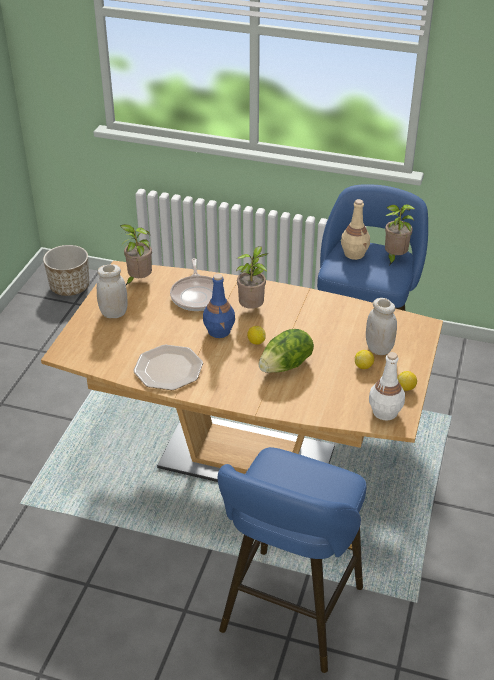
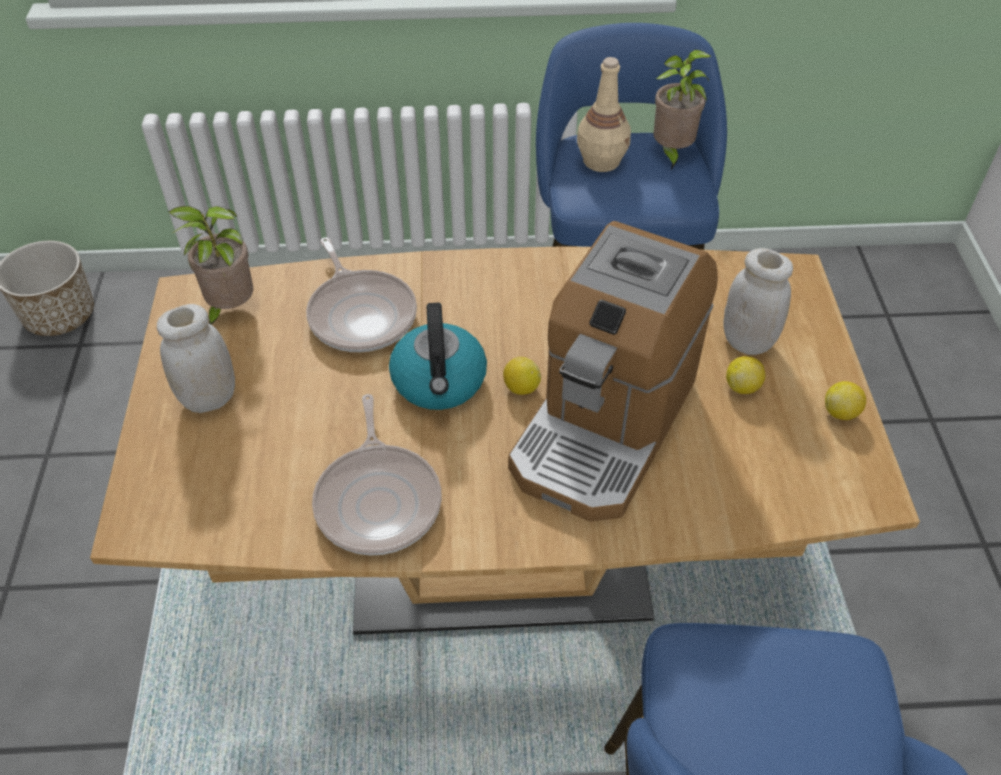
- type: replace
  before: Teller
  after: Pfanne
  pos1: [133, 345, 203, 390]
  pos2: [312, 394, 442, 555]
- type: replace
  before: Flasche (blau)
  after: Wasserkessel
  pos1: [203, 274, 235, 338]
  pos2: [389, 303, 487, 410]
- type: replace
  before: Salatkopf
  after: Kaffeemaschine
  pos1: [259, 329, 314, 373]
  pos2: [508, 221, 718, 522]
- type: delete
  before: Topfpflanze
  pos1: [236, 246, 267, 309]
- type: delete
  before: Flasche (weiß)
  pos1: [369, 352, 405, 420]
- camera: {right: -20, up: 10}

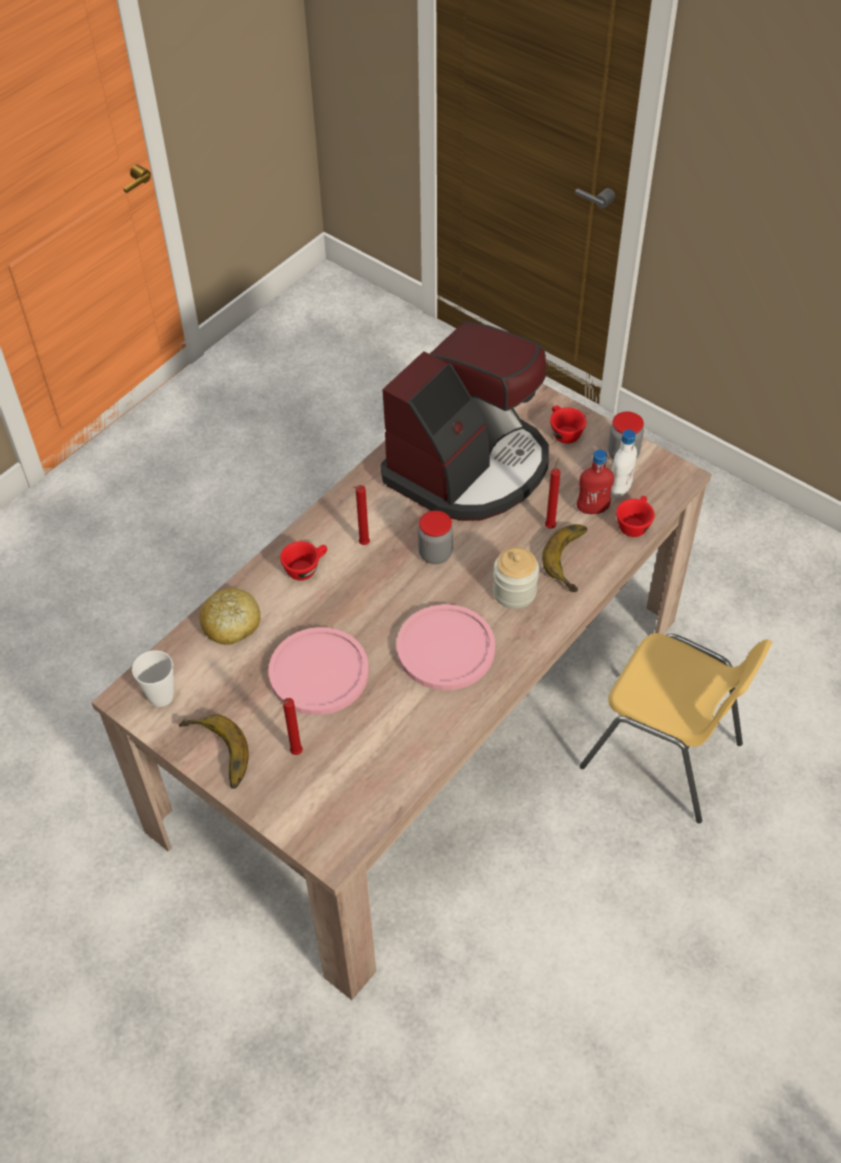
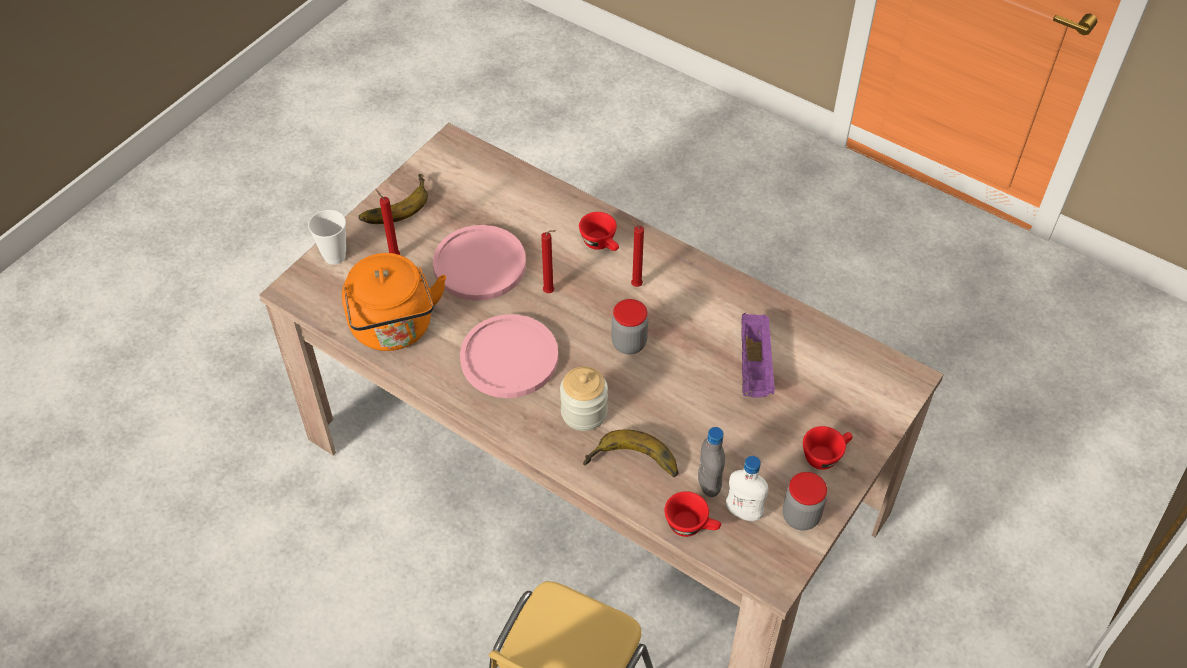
- type: move
  before: Tasse
  pos1: [132, 650, 174, 707]
  pos2: [308, 210, 346, 265]
- type: insert
  after: Wasserkessel (orange)
  pos2: [342, 253, 446, 351]
- type: move
  before: Kerze (rot)
  pos1: [545, 458, 561, 529]
  pos2: [541, 230, 556, 293]
- type: recolor
  before: Flasche (rot)
  after: Flasche (grau)
  pos1: [577, 450, 614, 514]
  pos2: [698, 427, 725, 497]
- type: replace
  before: Kaffeemaschine
  after: Tablett (lila)
  pos1: [381, 321, 549, 521]
  pos2: [741, 313, 775, 398]
- type: delete
  before: Brot
  pos1: [199, 588, 260, 645]
- camera: {right: 85, up: 0}

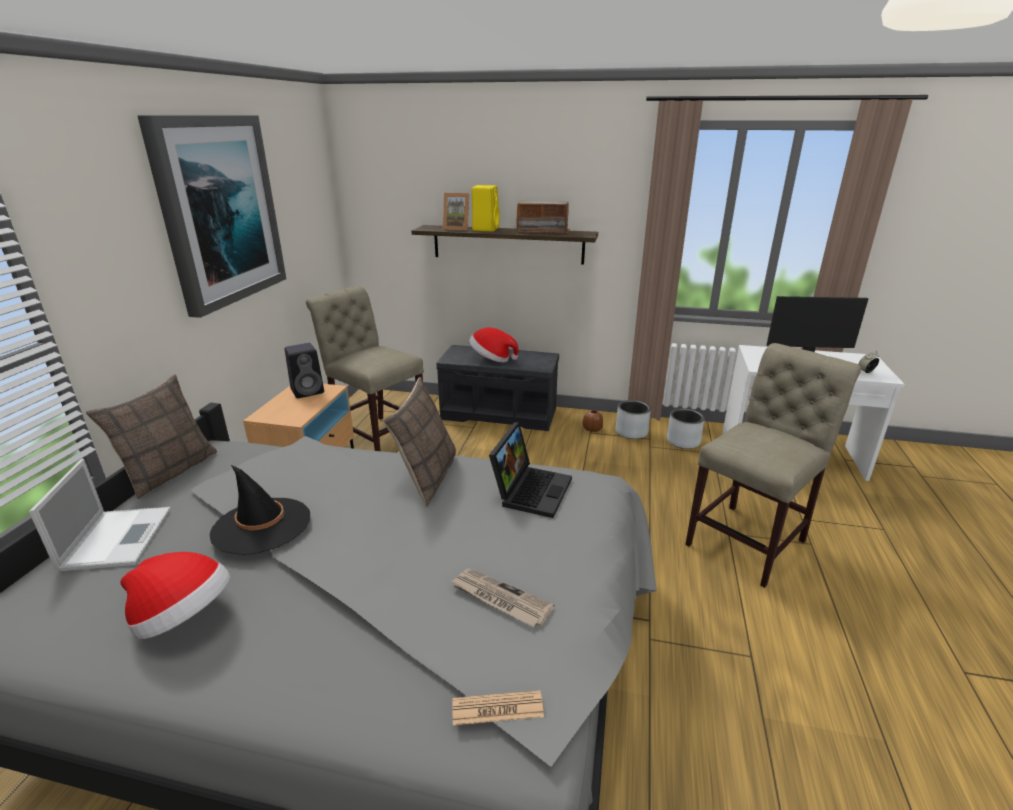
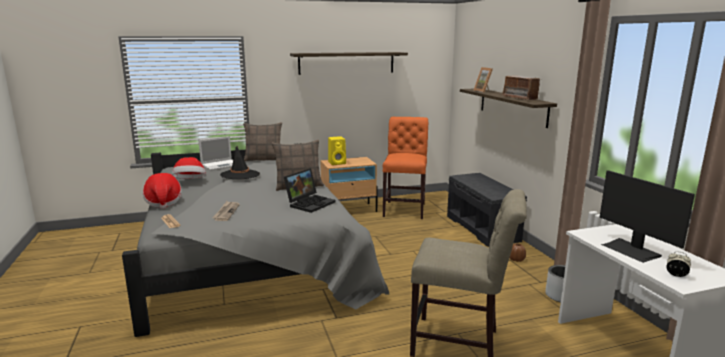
- type: move
  before: Hut
  pos1: [469, 327, 518, 363]
  pos2: [143, 173, 182, 209]
- type: rotate
  before: Laptop
  pos1: [489, 422, 572, 518]
  pos2: [284, 168, 335, 213]
  turn: -45
- type: replace
  before: Bild
  after: Wandregal
  pos1: [138, 115, 286, 318]
  pos2: [290, 52, 408, 75]
- type: move
  before: Lautsprecher (gelb)
  pos1: [472, 185, 500, 232]
  pos2: [328, 136, 346, 165]
- type: recolor
  before: Stuhl (beige)
  after: Stuhl (orange)
  pos1: [306, 286, 424, 451]
  pos2: [383, 117, 428, 219]
- type: delete
  before: Lautsprecher (schwarz)
  pos1: [285, 343, 324, 398]
- type: delete
  before: Pflanzkübel (grau)
  pos1: [616, 400, 651, 439]
- camera: {right: 60, up: -10}

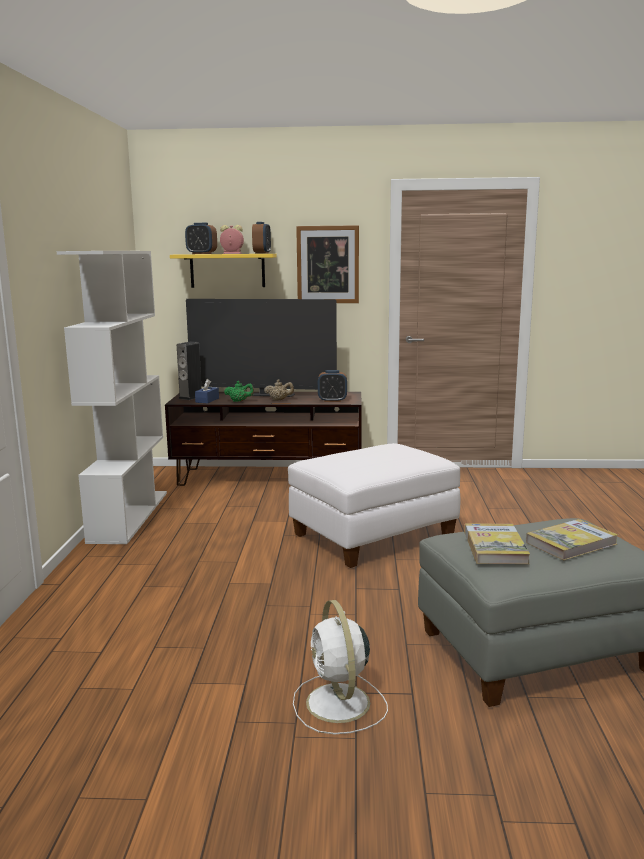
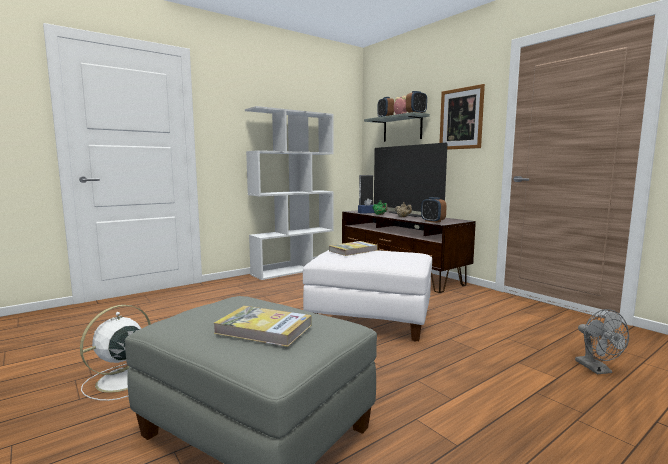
- type: move
  before: Buch
  pos1: [465, 523, 530, 564]
  pos2: [329, 241, 378, 256]
- type: recolor
  before: Wandregal (gelb)
  after: Wandregal (grau)
  pos1: [170, 254, 277, 288]
  pos2: [364, 112, 430, 142]
- type: insert
  after: Ventilator (grau)
  pos2: [575, 309, 629, 374]
- camera: {right: 50, up: -5}

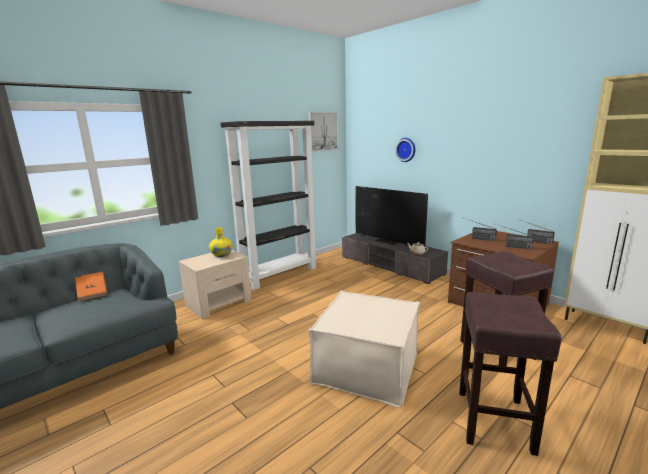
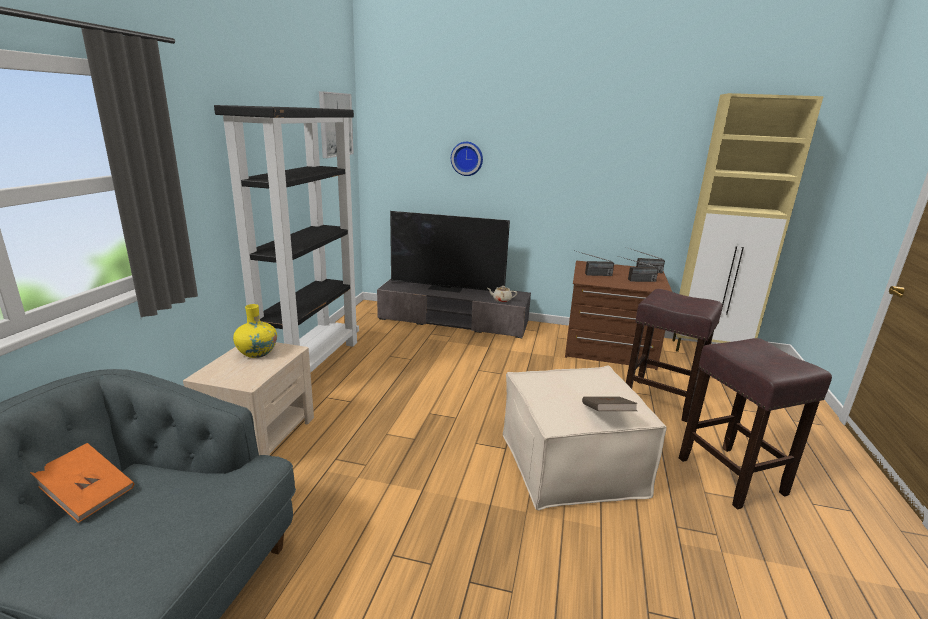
- type: insert
  after: Buch (braun)
  pos2: [582, 397, 637, 411]
- camera: {right: -35, up: 5}

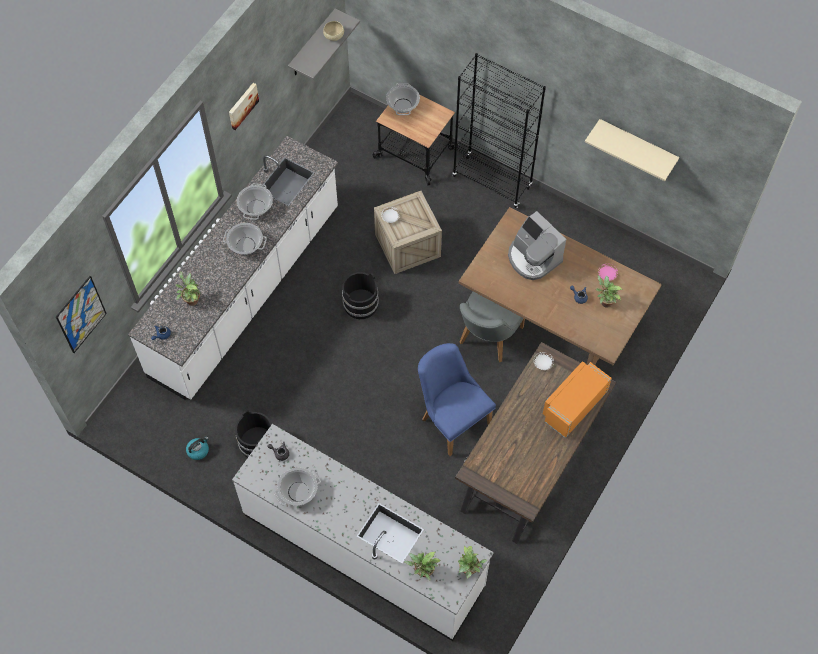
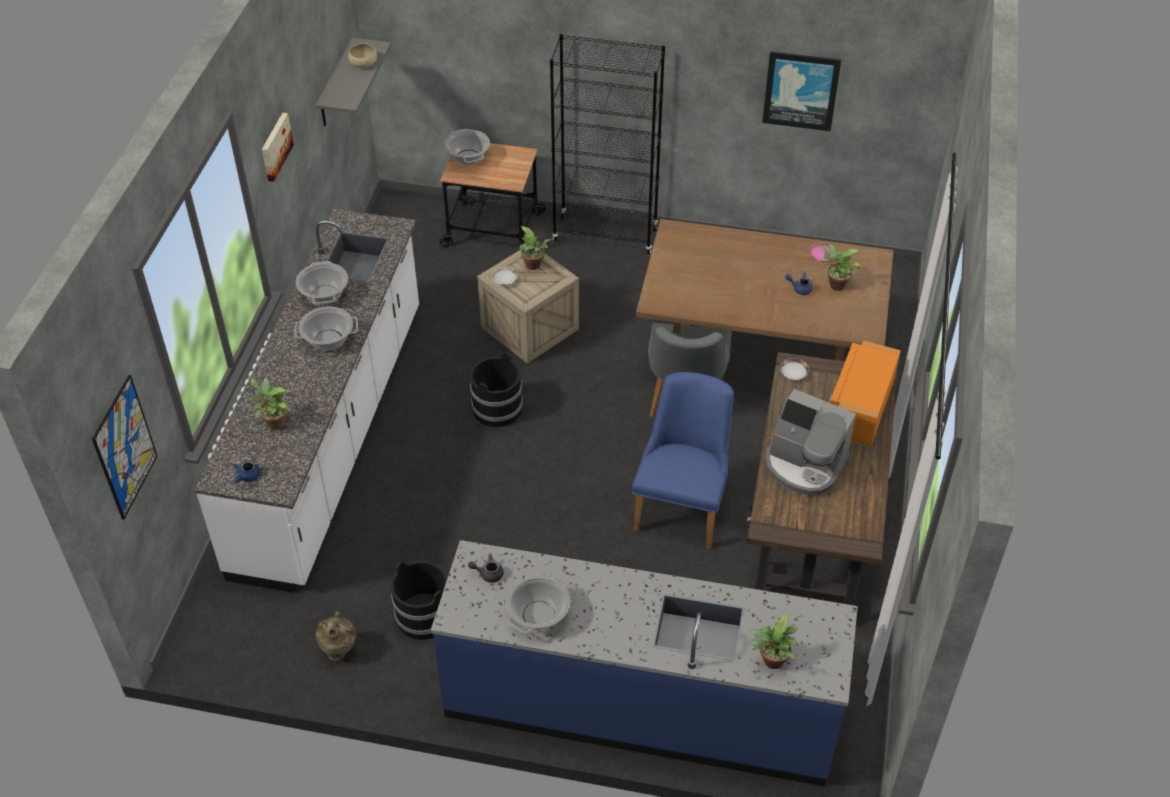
- type: replace
  before: Wasserkessel
  after: Vase (beige)
  pos1: [186, 436, 209, 460]
  pos2: [316, 611, 356, 661]
- type: recolor
  before: Küchenzeile (weiß)
  after: Küchenzeile (blau)
  pos1: [232, 424, 494, 641]
  pos2: [431, 540, 858, 786]
- type: move
  before: Topfpflanze
  pos1: [458, 546, 487, 579]
  pos2: [519, 226, 551, 270]
- type: rotate
  before: Stuhl (blau)
  pos1: [418, 343, 496, 456]
  pos2: [632, 372, 734, 549]
  turn: 75
- type: replace
  before: Wandregal (beige)
  after: Bild
  pos1: [585, 119, 679, 181]
  pos2: [762, 51, 841, 131]
- type: move
  before: Kaffeemaschine
  pos1: [508, 211, 566, 280]
  pos2: [765, 389, 856, 496]
- camera: {right: -20, up: -15}

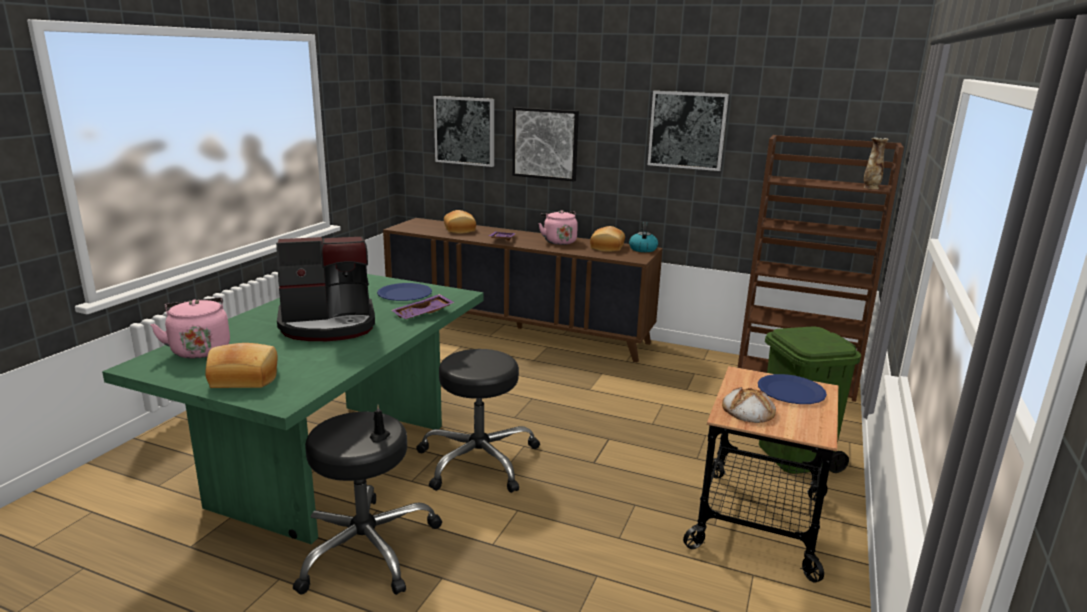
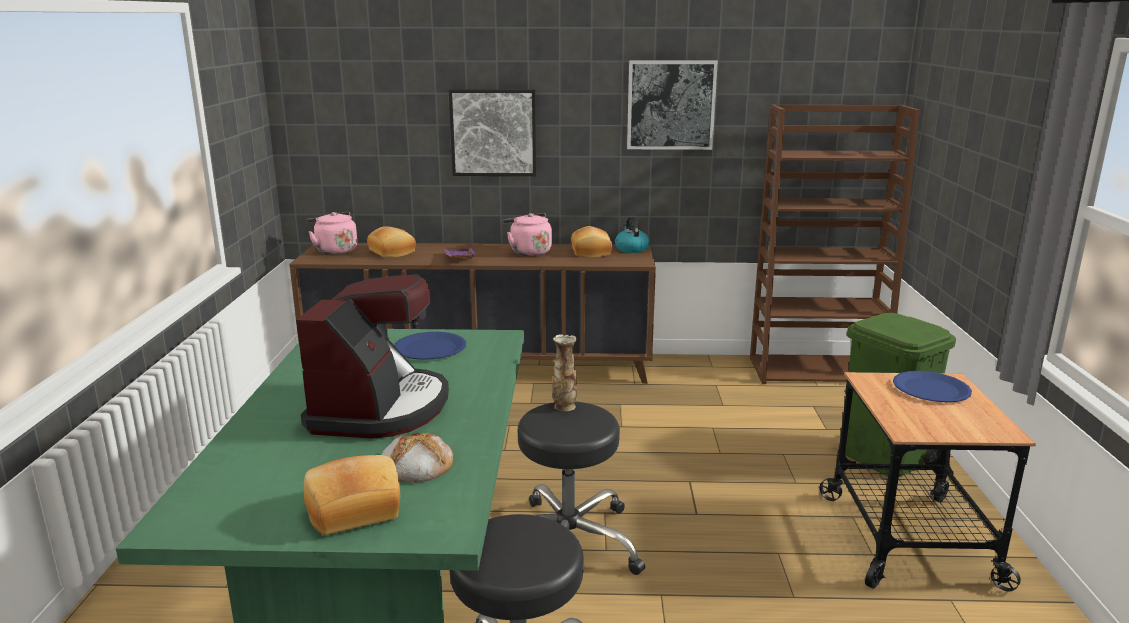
- type: rotate
  before: Kaffeemaschine
  pos1: [276, 236, 375, 341]
  pos2: [296, 274, 449, 439]
  turn: -45
- type: move
  before: Wasserkessel (rosa)
  pos1: [150, 297, 230, 359]
  pos2: [306, 212, 357, 255]
- type: move
  before: Brot
  pos1: [722, 387, 776, 423]
  pos2: [381, 432, 453, 483]
- type: move
  before: Vase
  pos1: [863, 137, 889, 189]
  pos2: [552, 334, 578, 411]
- type: delete
  before: Kerze (schwarz)
  pos1: [370, 405, 390, 443]
- type: delete
  before: Tablett (lila)
  pos1: [391, 294, 455, 319]
- type: delete
  before: Bild
  pos1: [434, 96, 494, 167]
- camera: {right: -20, up: 0}

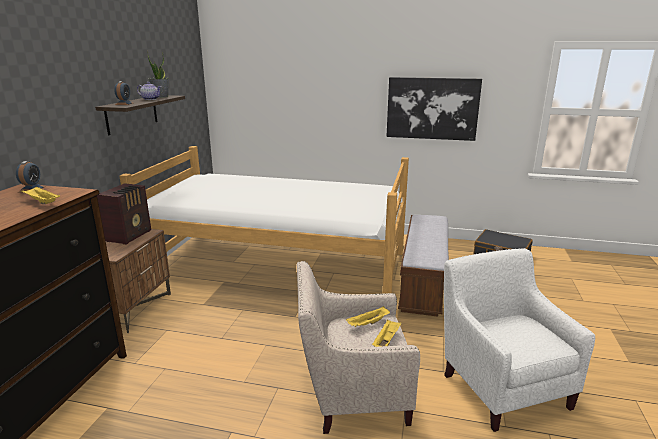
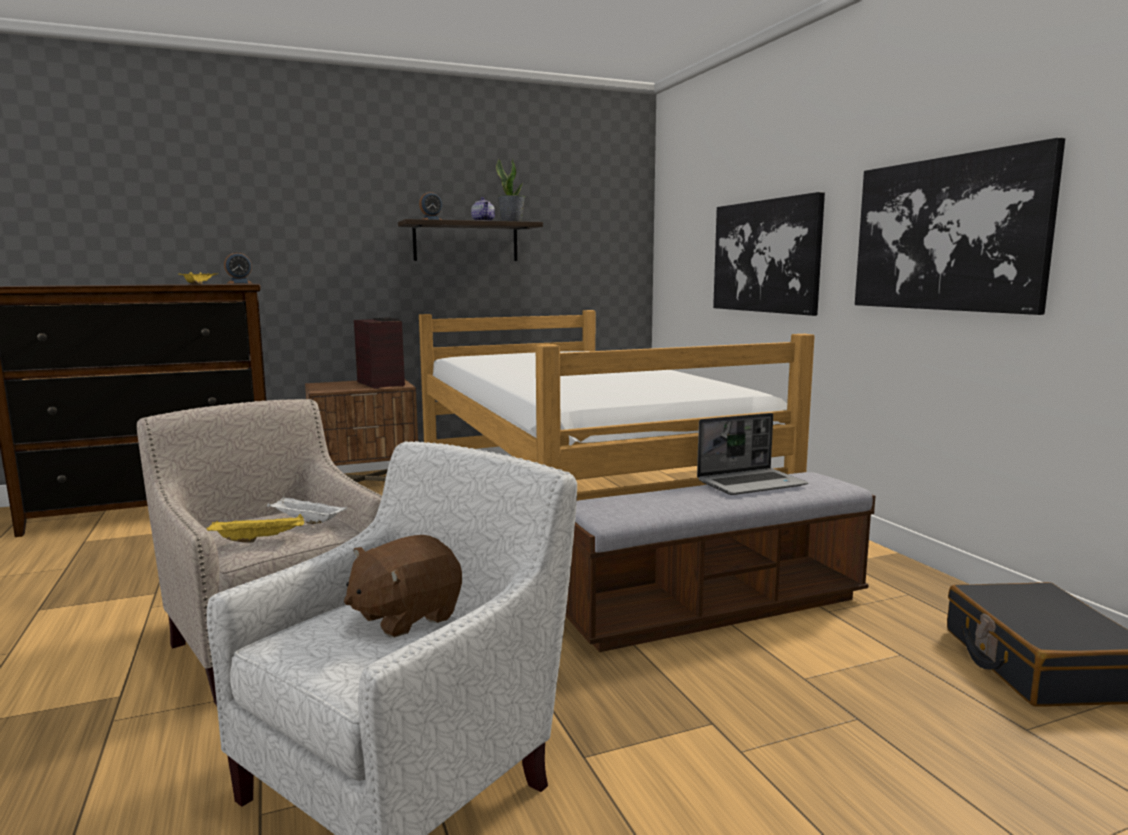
- type: recolor
  before: Tablett (gelb)
  after: Tablett (weiß)
  pos1: [346, 306, 390, 327]
  pos2: [267, 496, 347, 524]
- type: insert
  after: Plüschtier (braun)
  pos2: [344, 535, 462, 637]
- type: rotate
  before: Radio
  pos1: [97, 183, 151, 245]
  pos2: [354, 318, 405, 389]
  turn: -105
- type: insert
  after: Laptop
  pos2: [697, 413, 808, 495]
- type: insert
  after: Bild
  pos2: [713, 192, 825, 316]
- camera: {right: 55, up: -10}

